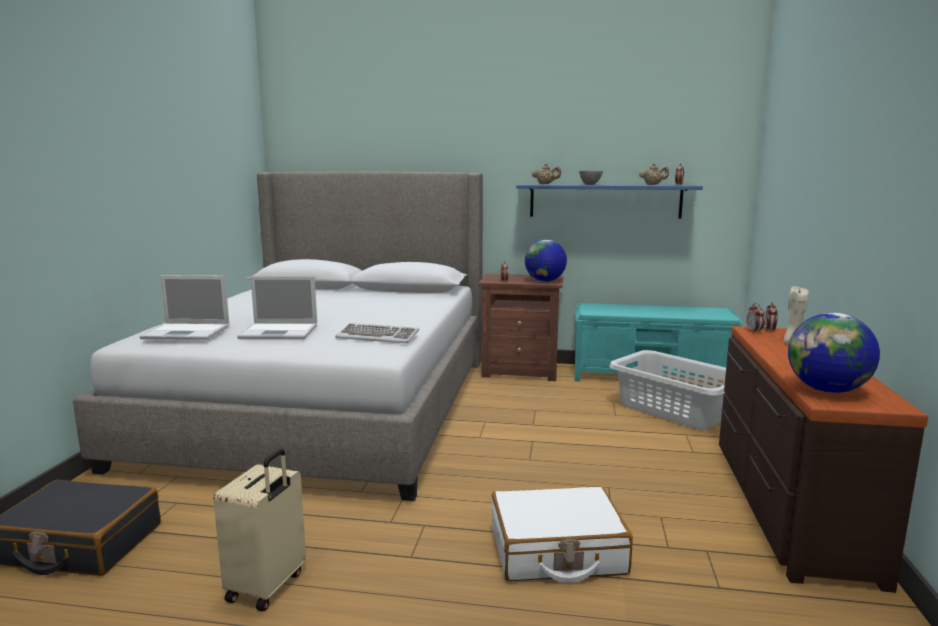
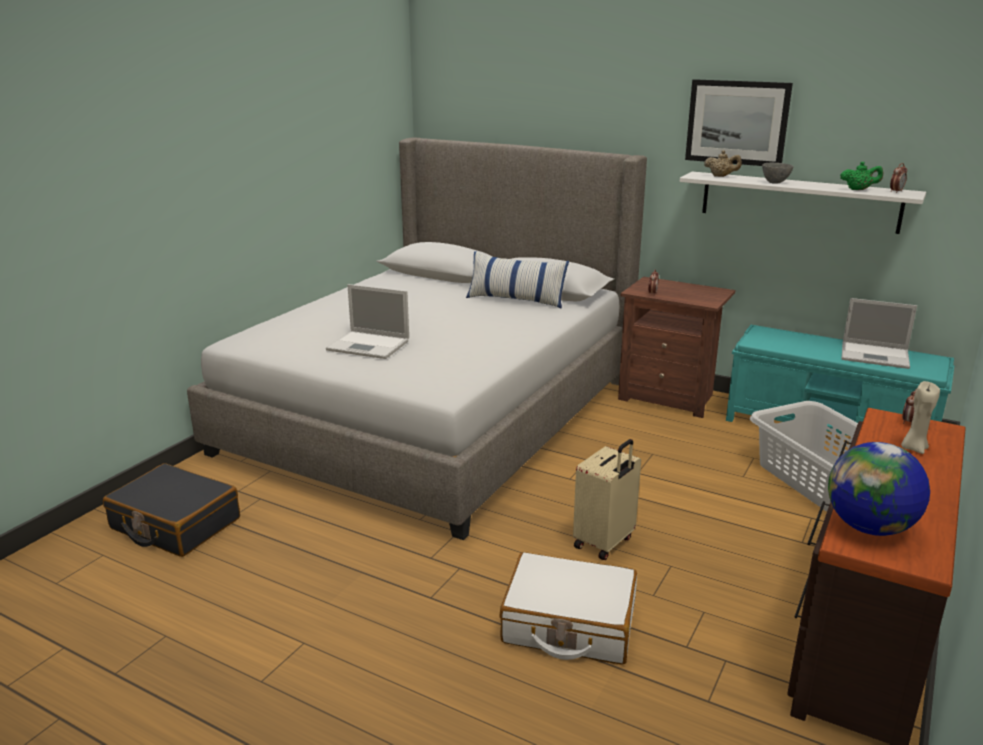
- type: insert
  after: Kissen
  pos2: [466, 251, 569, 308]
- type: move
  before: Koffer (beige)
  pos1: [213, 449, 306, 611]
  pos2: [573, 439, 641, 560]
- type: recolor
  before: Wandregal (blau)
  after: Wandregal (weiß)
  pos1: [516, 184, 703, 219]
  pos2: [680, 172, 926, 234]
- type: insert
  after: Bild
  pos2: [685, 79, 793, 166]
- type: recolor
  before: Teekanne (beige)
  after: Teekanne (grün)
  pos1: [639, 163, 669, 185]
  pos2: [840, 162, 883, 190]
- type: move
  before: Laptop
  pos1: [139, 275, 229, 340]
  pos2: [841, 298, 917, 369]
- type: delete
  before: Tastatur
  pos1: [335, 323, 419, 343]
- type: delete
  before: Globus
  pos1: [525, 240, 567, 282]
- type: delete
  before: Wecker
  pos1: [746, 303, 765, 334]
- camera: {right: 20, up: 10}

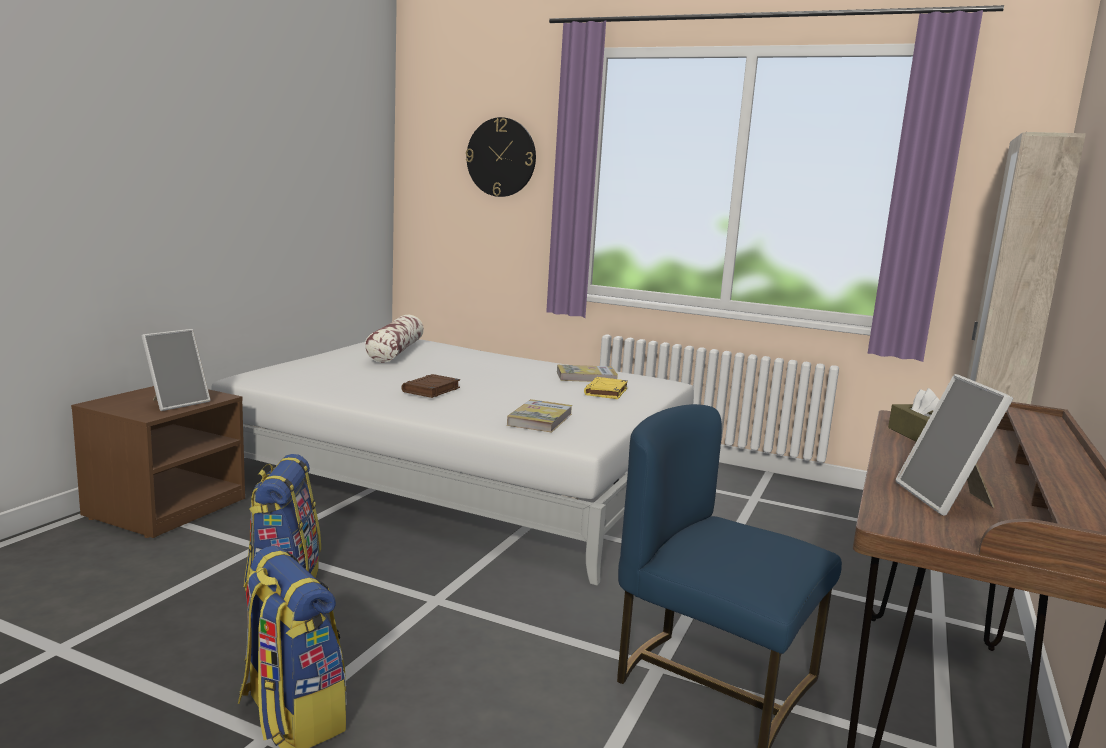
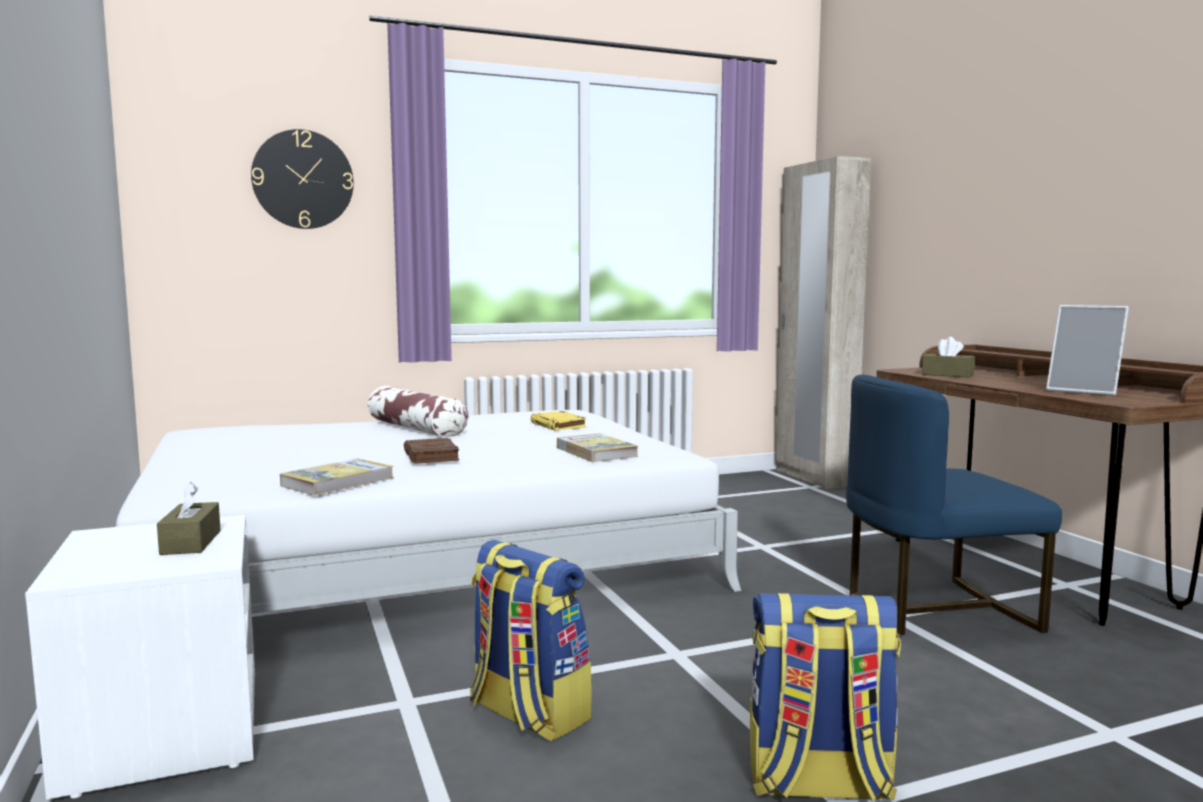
- type: recolor
  before: Nachttisch (braun)
  after: Nachttisch (weiß)
  pos1: [71, 386, 245, 538]
  pos2: [25, 515, 255, 800]
- type: replace
  before: Bilderrahmen
  after: Taschentuchbox (braun)
  pos1: [141, 329, 211, 411]
  pos2: [157, 482, 221, 555]
- type: move
  before: Buch
  pos1: [557, 365, 618, 382]
  pos2: [280, 458, 393, 496]
- type: move
  before: Kissen
  pos1: [365, 315, 424, 363]
  pos2: [368, 386, 468, 437]
- camera: {right: -45, up: -5}

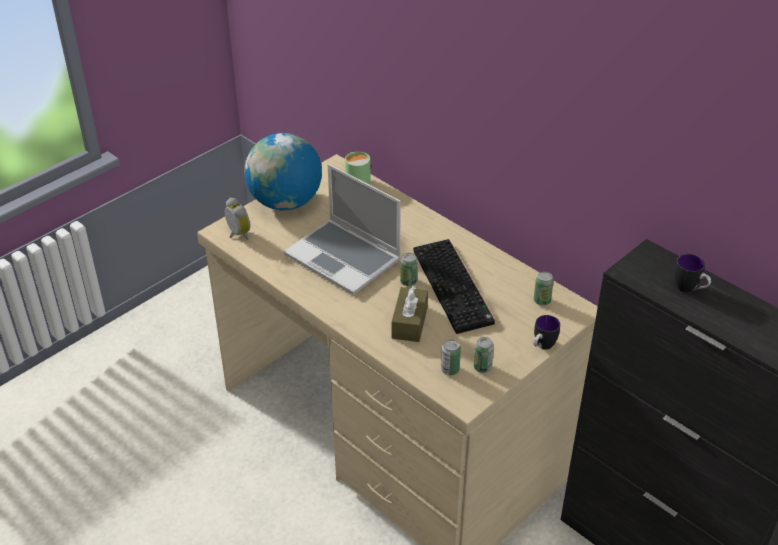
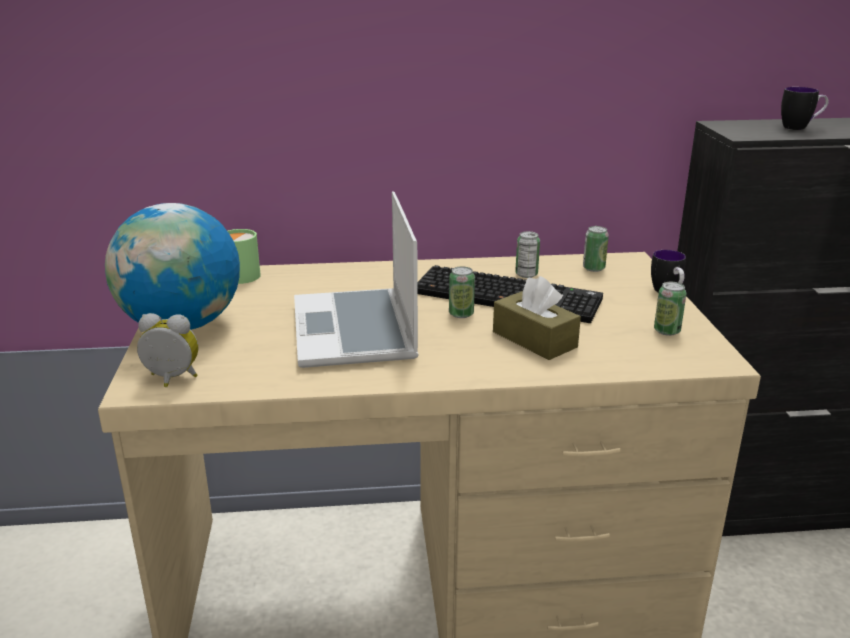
- type: rotate
  before: Laptop
  pos1: [284, 164, 401, 295]
  pos2: [294, 192, 418, 368]
  turn: 90
- type: move
  before: Dose
  pos1: [441, 340, 461, 375]
  pos2: [515, 231, 540, 278]
- camera: {right: -50, up: -15}

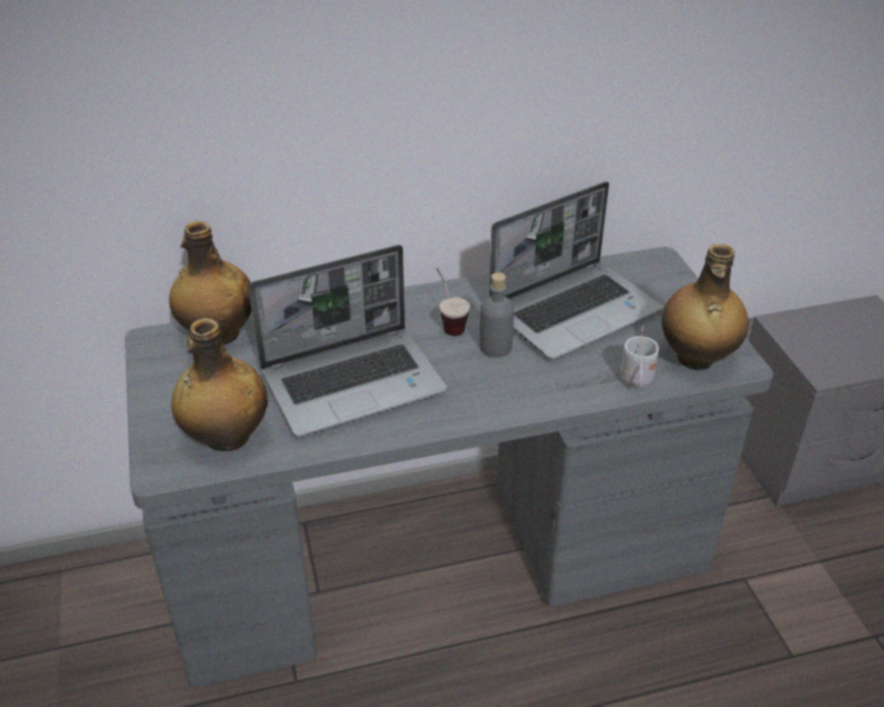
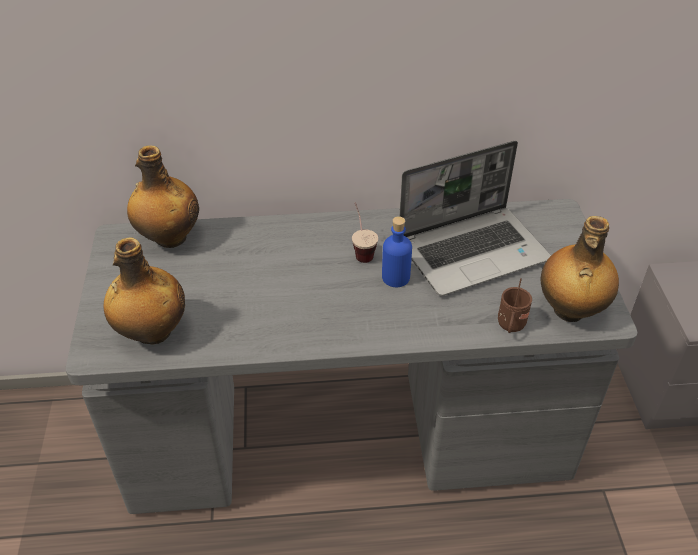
- type: recolor
  before: Flasche (grau)
  after: Flasche (blau)
  pos1: [480, 272, 514, 358]
  pos2: [382, 216, 412, 287]
- type: recolor
  before: Henkelbecher (weiß)
  after: Henkelbecher (braun)
  pos1: [621, 325, 659, 388]
  pos2: [498, 278, 532, 333]
- type: delete
  before: Laptop
  pos1: [248, 245, 447, 437]
- camera: {right: 10, up: 5}

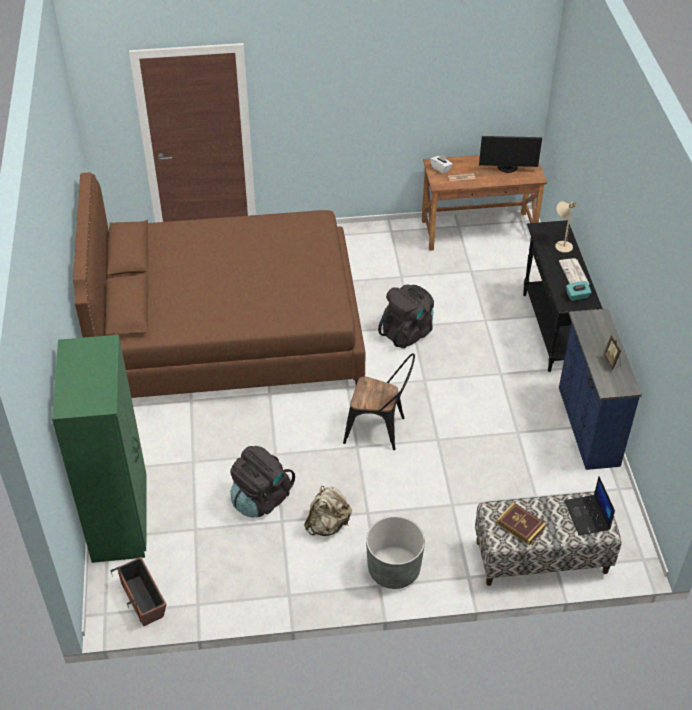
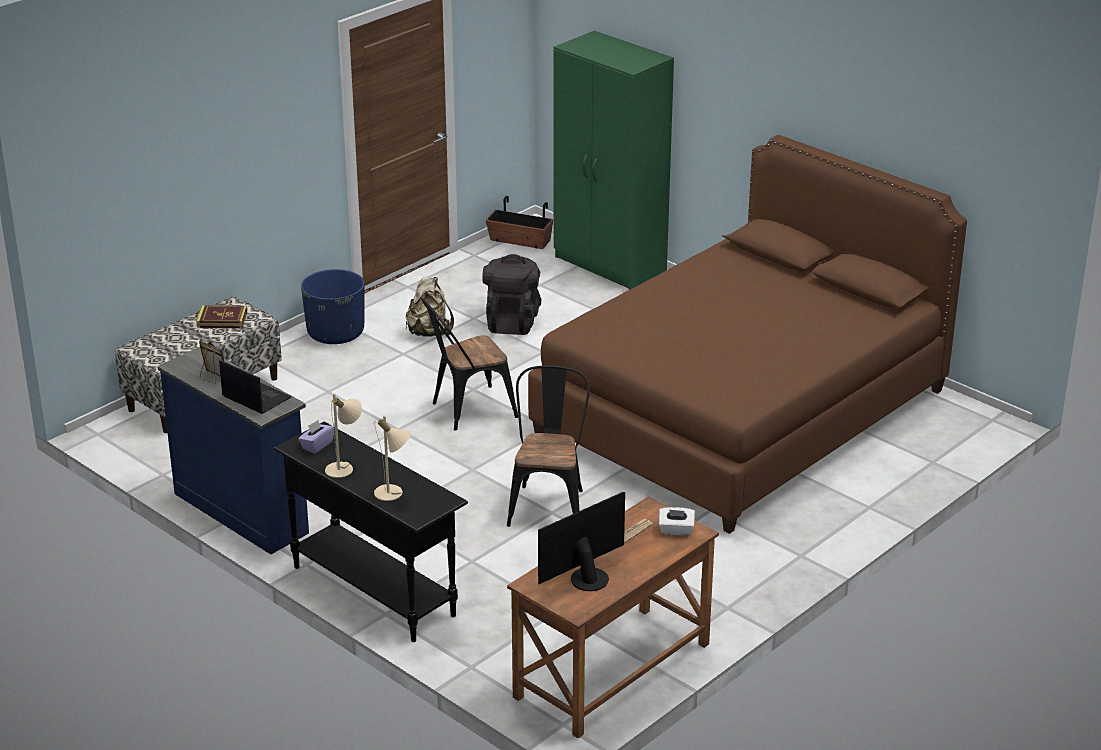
- type: move
  before: Laptop
  pos1: [564, 476, 615, 535]
  pos2: [219, 360, 291, 414]
- type: recolor
  before: Taschentuchbox (türkis)
  after: Taschentuchbox (lila)
  pos1: [566, 281, 591, 301]
  pos2: [298, 420, 335, 454]
- type: recolor
  before: Pflanzkübel (grau)
  after: Pflanzkübel (blau)
  pos1: [366, 516, 425, 589]
  pos2: [301, 269, 364, 344]
- type: replace
  before: Zeitung
  after: Tischlampe (beige)
  pos1: [559, 258, 590, 285]
  pos2: [325, 393, 362, 478]
- type: replace
  before: Rucksack (schwarz)
  after: Stuhl (schwarz)
  pos1: [378, 284, 434, 349]
  pos2: [507, 365, 590, 527]
- camera: {right: 140, up: -15}

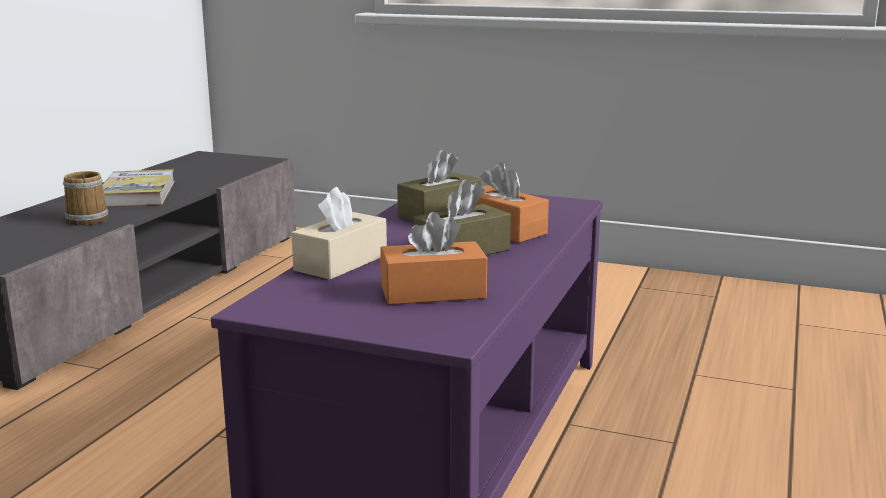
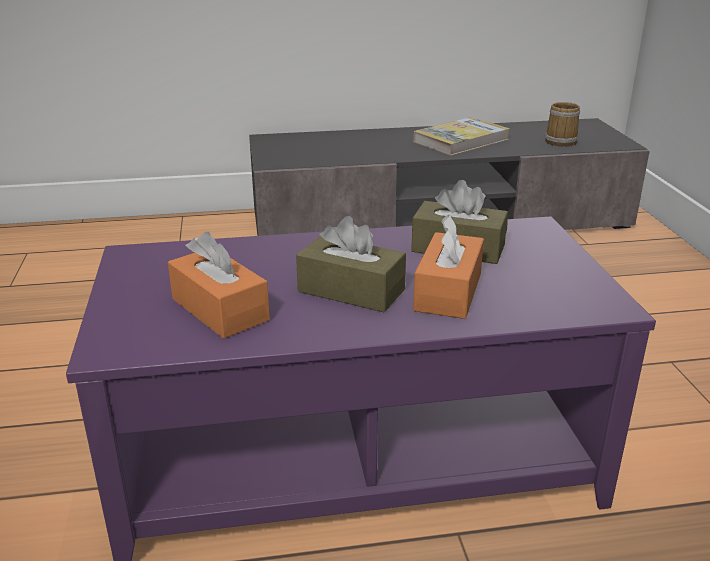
- type: move
  before: Henkelbecher
  pos1: [63, 171, 108, 225]
  pos2: [545, 102, 580, 147]
- type: delete
  before: Taschentuchbox (beige)
  pos1: [291, 187, 387, 280]
- camera: {right: 60, up: 10}

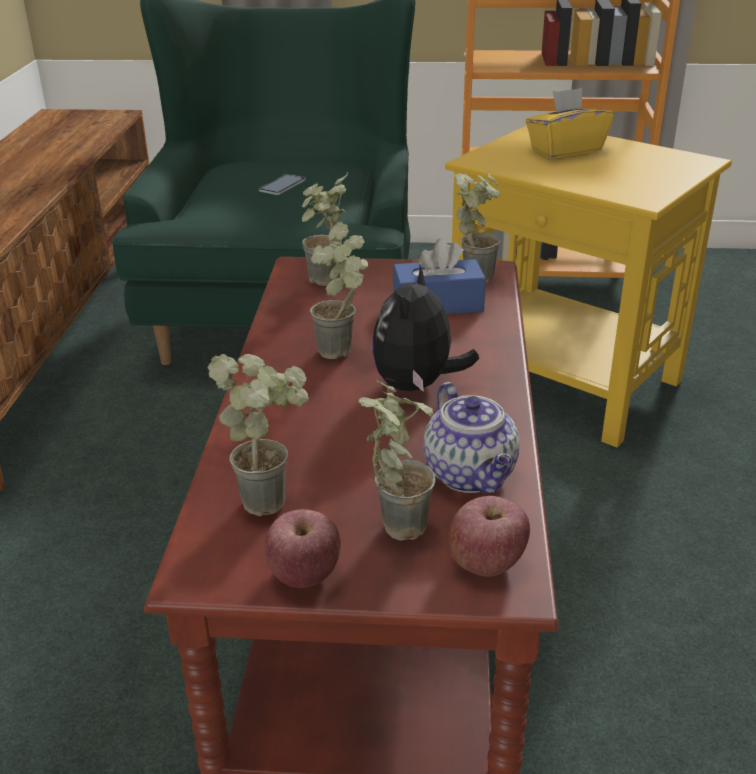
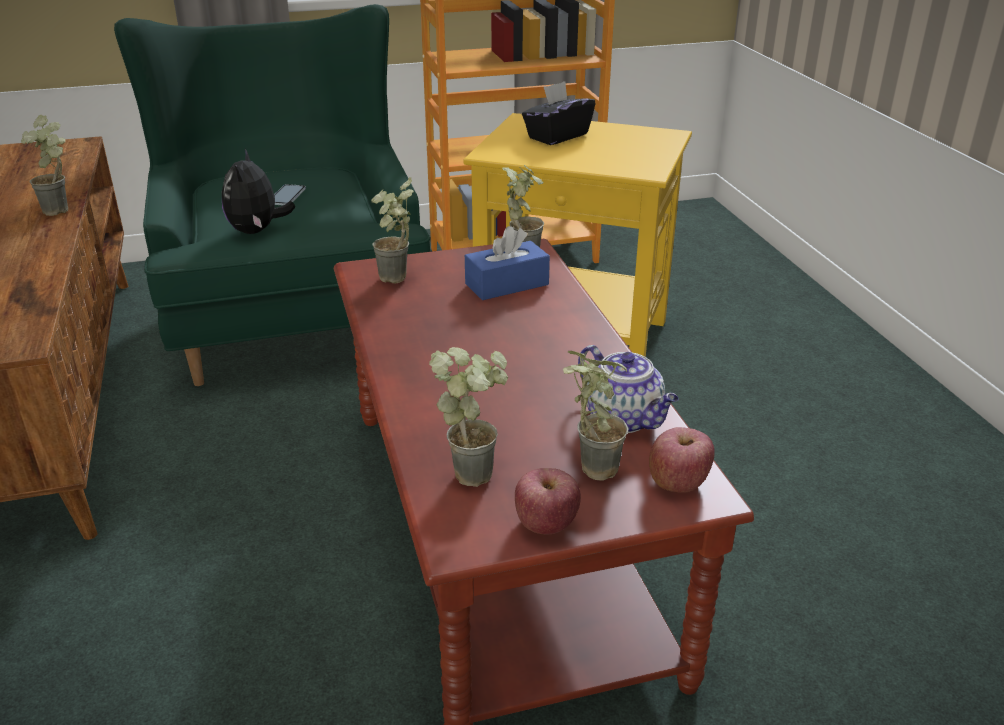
- type: move
  before: Topfpflanze
  pos1: [310, 222, 368, 359]
  pos2: [21, 115, 68, 216]
- type: move
  before: Plüschtier
  pos1: [372, 265, 479, 392]
  pos2: [222, 149, 295, 234]
- type: recolor
  before: Taschentuchbox (gelb)
  after: Taschentuchbox (schwarz)
  pos1: [526, 88, 614, 159]
  pos2: [522, 81, 596, 145]
- camera: {right: -20, up: 0}

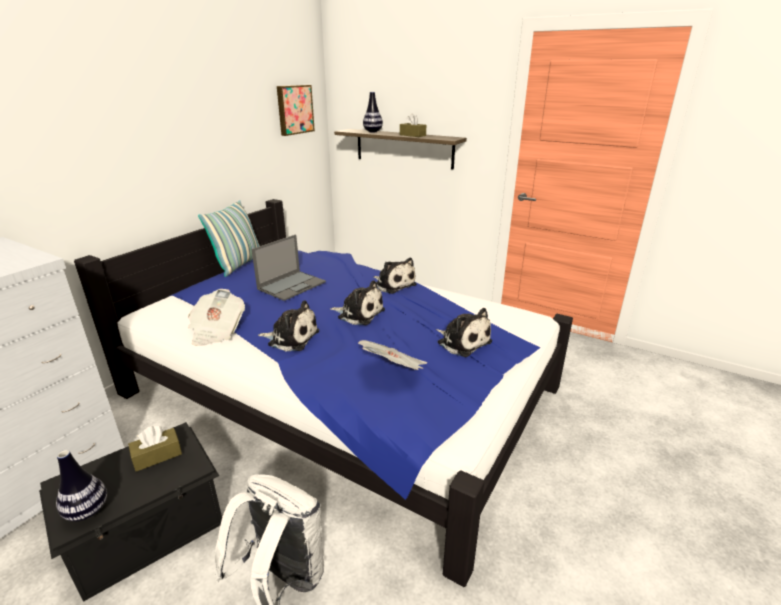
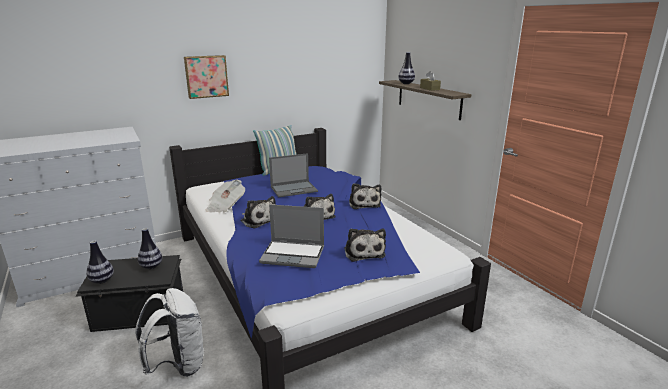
- type: replace
  before: Taschentuchbox (braun)
  after: Vase
  pos1: [128, 426, 182, 472]
  pos2: [138, 228, 162, 269]
- type: move
  before: Bild
  pos1: [277, 85, 315, 136]
  pos2: [184, 55, 229, 99]
- type: replace
  before: Zeitung
  after: Laptop
  pos1: [358, 340, 427, 370]
  pos2: [259, 204, 324, 268]
- camera: {right: 30, up: -5}

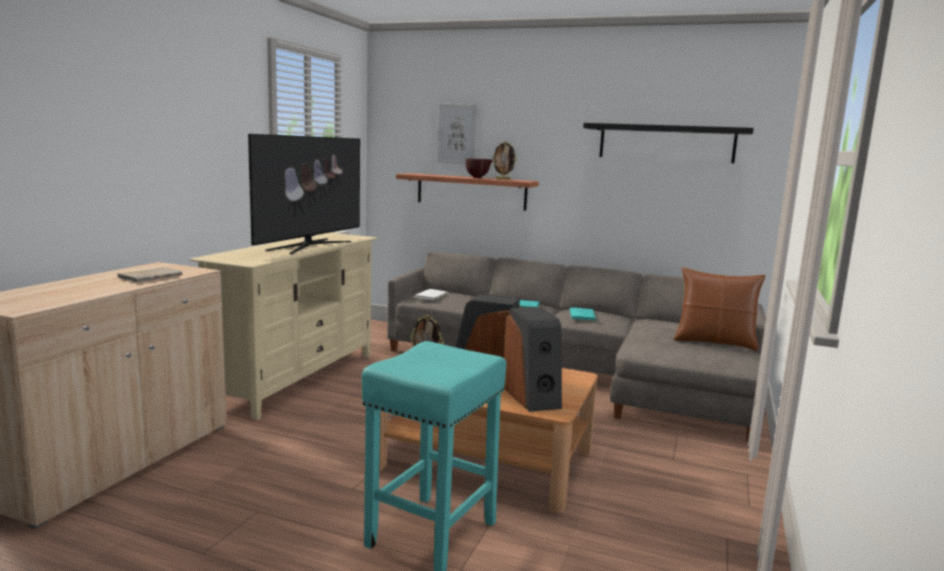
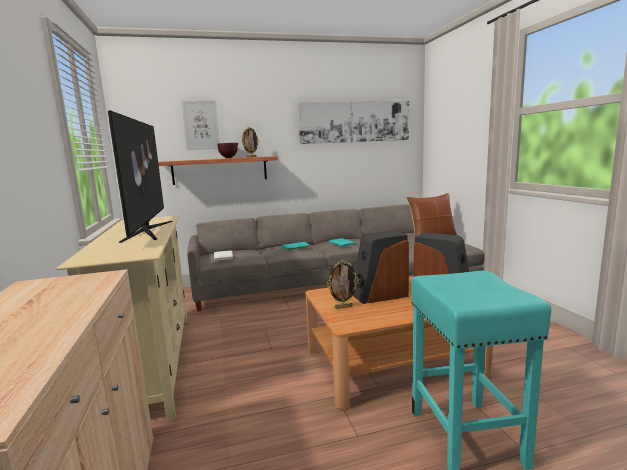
- type: replace
  before: Wandregal (schwarz)
  after: Bild
  pos1: [583, 123, 754, 163]
  pos2: [298, 101, 409, 144]
- type: delete
  before: Buch (beige)
  pos1: [117, 267, 183, 282]
- camera: {right: -35, up: 0}

